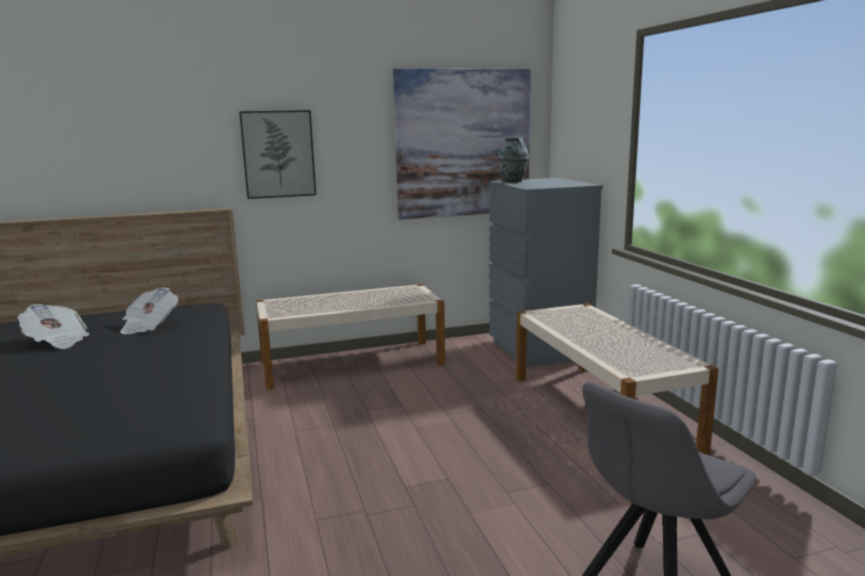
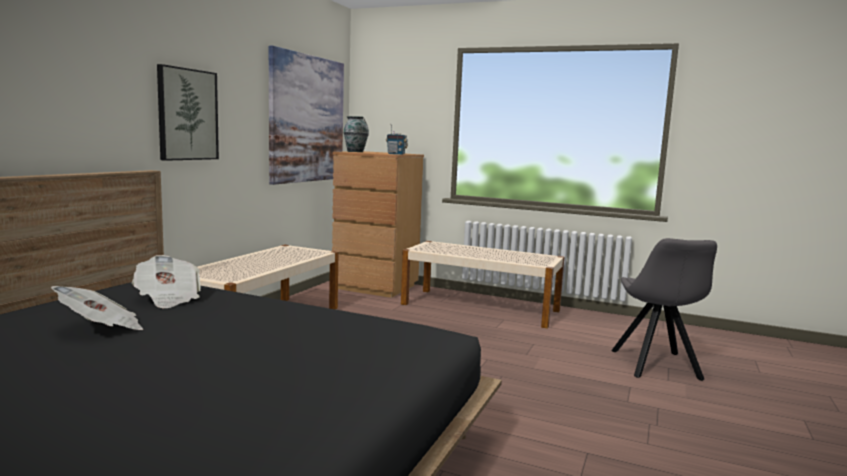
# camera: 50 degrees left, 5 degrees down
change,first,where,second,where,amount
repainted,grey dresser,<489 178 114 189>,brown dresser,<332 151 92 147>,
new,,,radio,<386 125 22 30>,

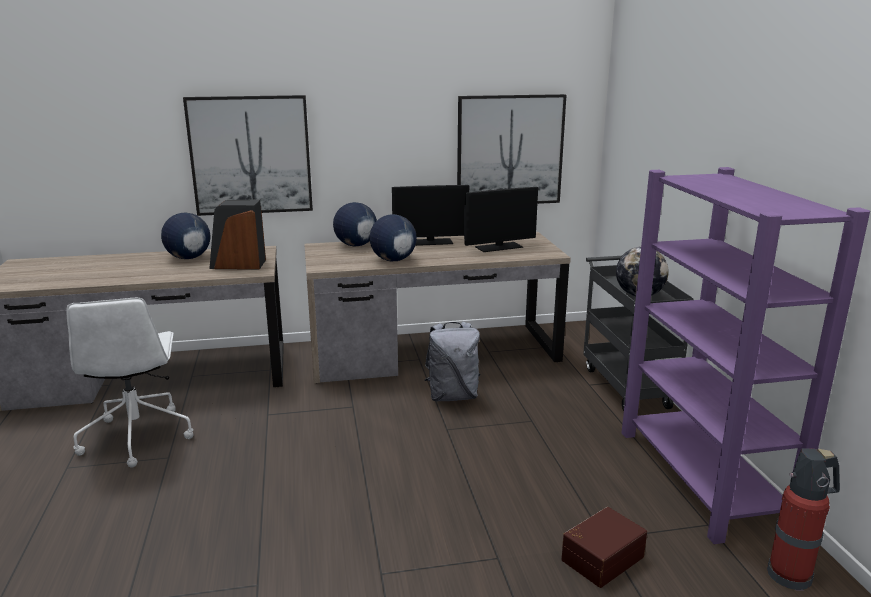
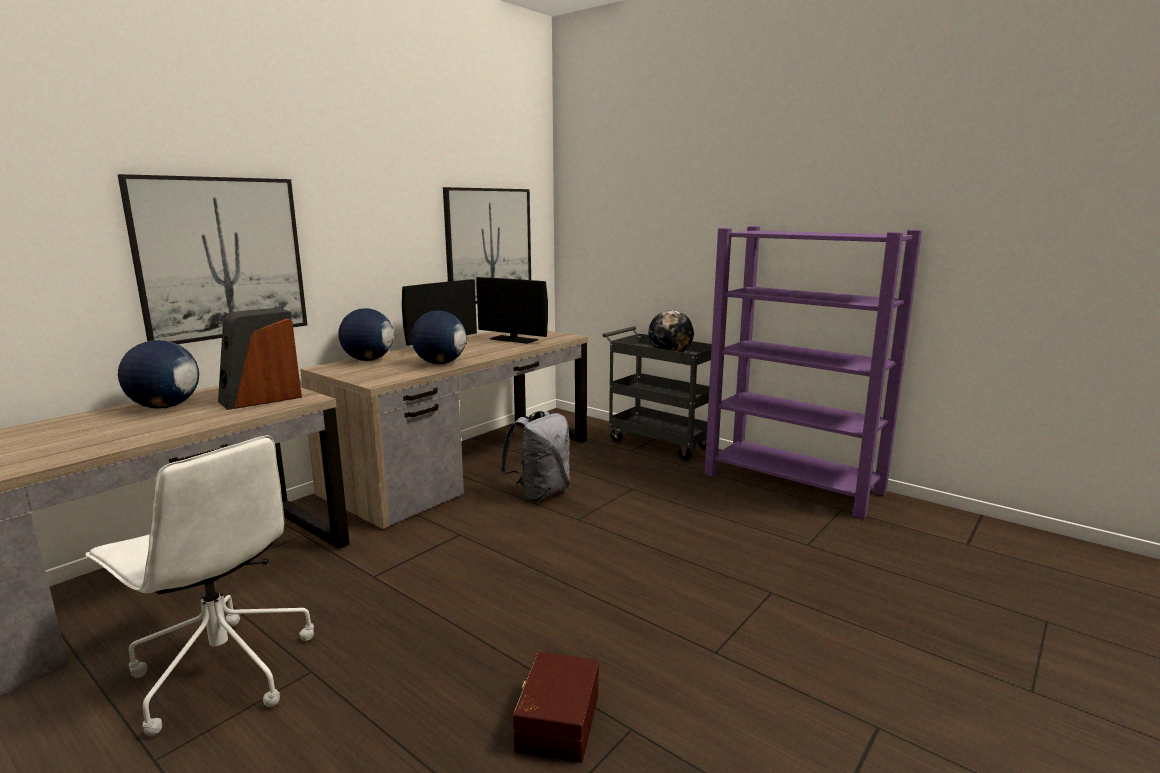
# camera: 40 degrees left, 5 degrees down
change,first,where,second,where,amount
rotated,monitor,<464 187 74 65>,,<476 277 72 67>,90 degrees clockwise
shifted,brown storage box,<561 507 86 81>,,<513 652 86 111>,
gone,fire extinguisher,<767 448 73 143>,,,

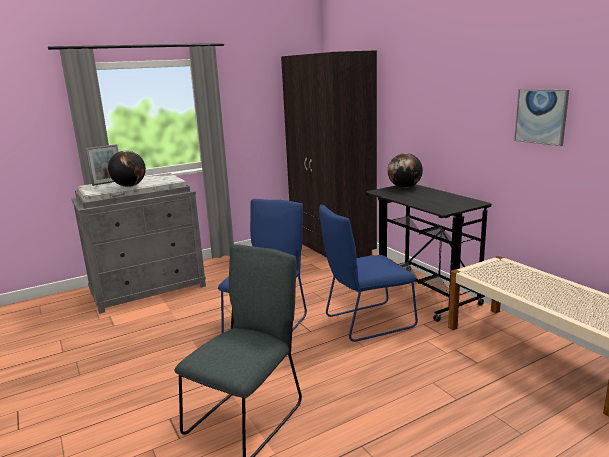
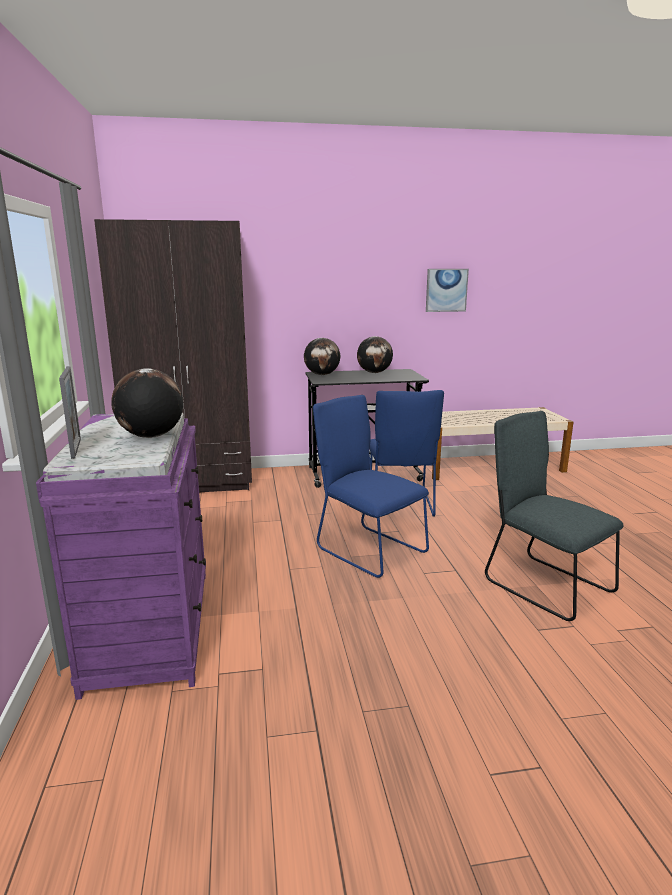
# camera: 70 degrees left, 0 degrees up
change,first,where,second,where,amount
repainted,grey dresser,<72 173 134 141>,purple dresser,<36 412 170 288>,
new,,,globe,<357 336 36 37>,

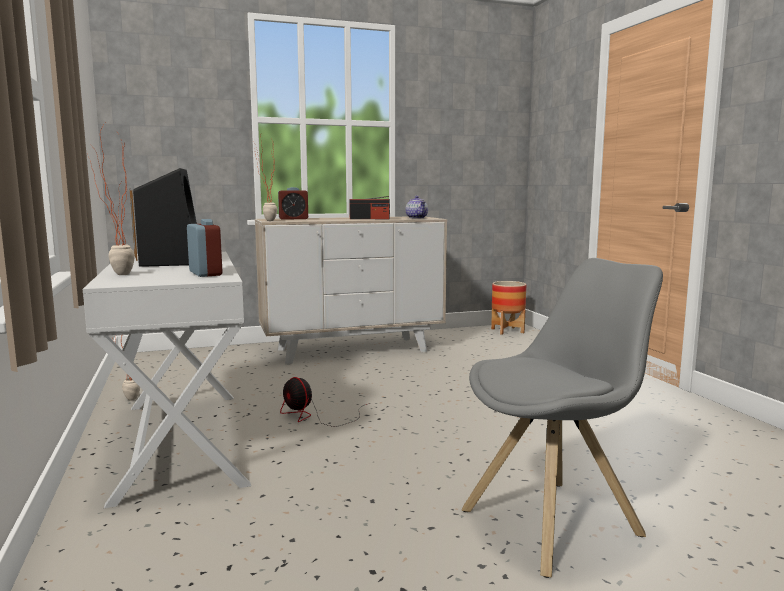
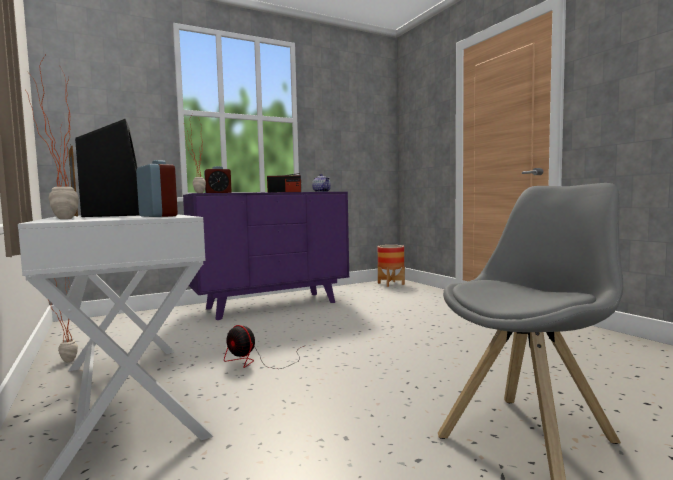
# camera: 10 degrees left, 5 degrees down
change,first,where,second,where,amount
repainted,white dresser,<255 217 192 148>,purple dresser,<183 192 166 128>,

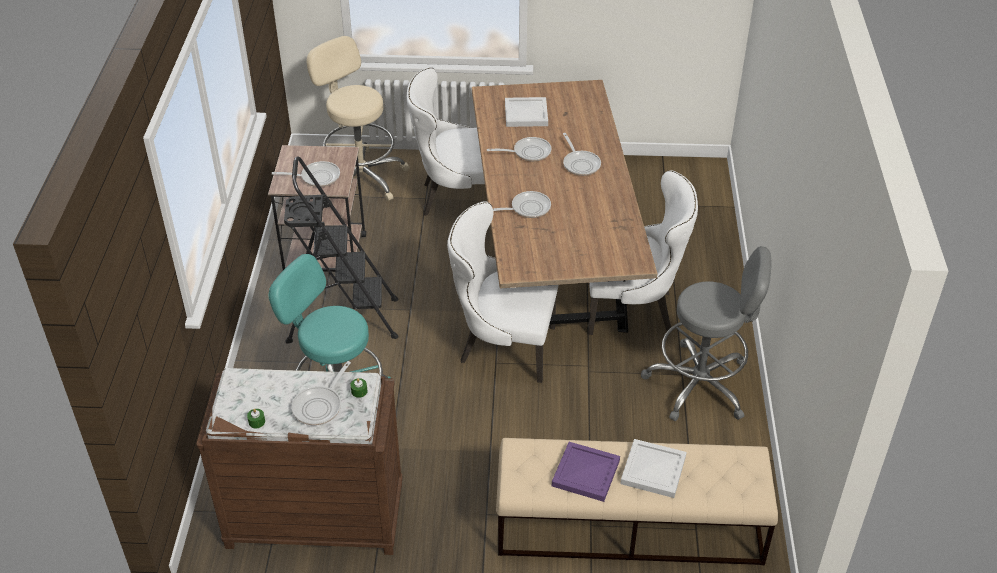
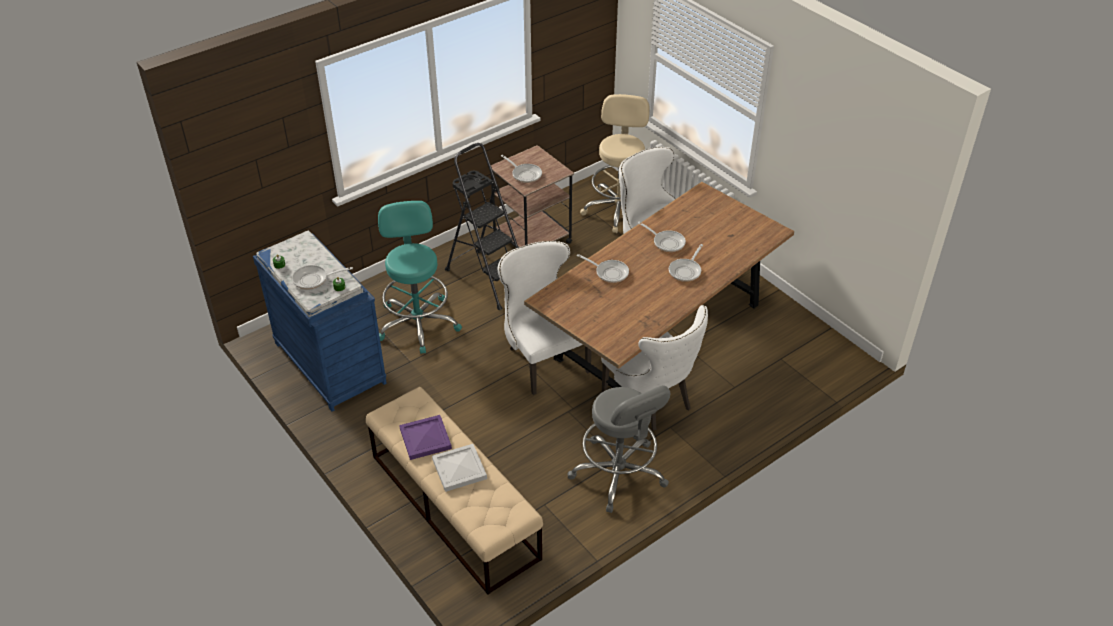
# camera: 50 degrees right, 0 degrees up
change,first,where,second,where,amount
repainted,brown dresser,<197 368 206 187>,blue dresser,<253 231 134 181>,
gone,white tray,<505 97 43 30>,,,

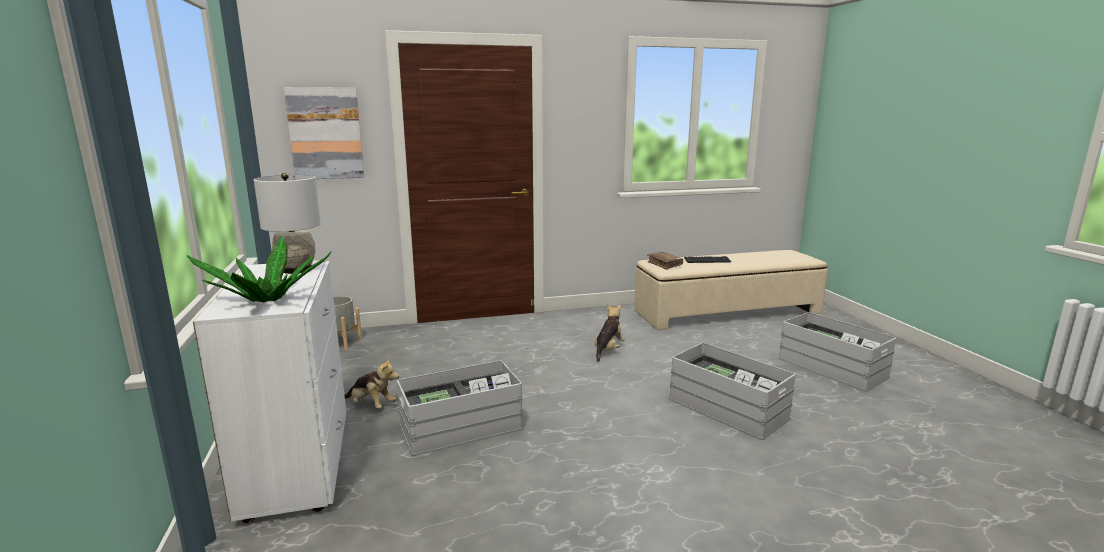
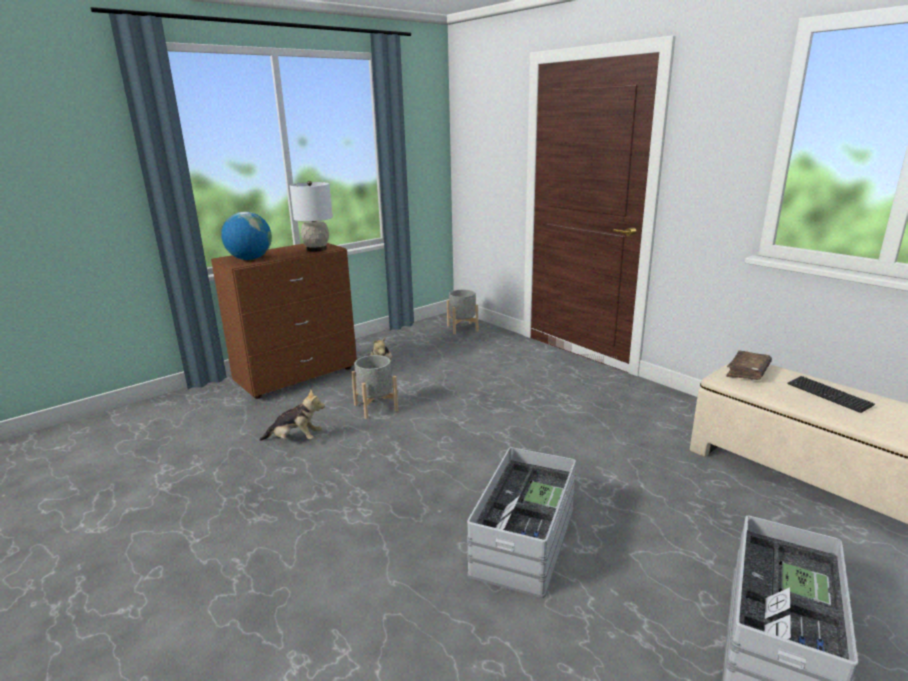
# camera: 65 degrees right, 5 degrees up
change,first,where,second,where,amount
swapped,potted plant,<187 237 145 65>,globe,<221 212 51 48>,
repainted,white dresser,<193 260 153 263>,brown dresser,<211 243 146 156>,
gone,picture,<284 87 80 92>,,,
swapped,grey storage box,<397 360 126 96>,grey planter,<351 355 47 64>,
shifted,plush toy,<595 305 30 57>,,<259 389 66 52>,

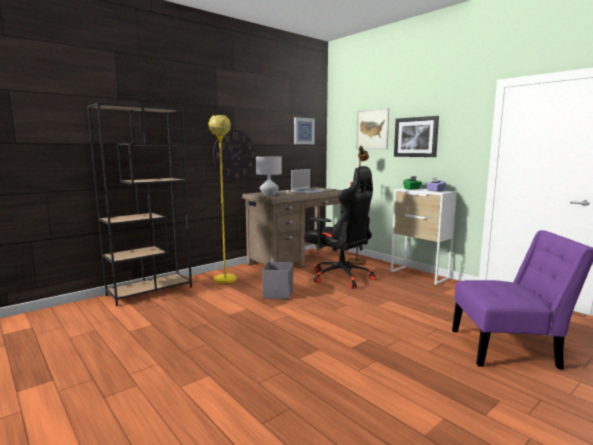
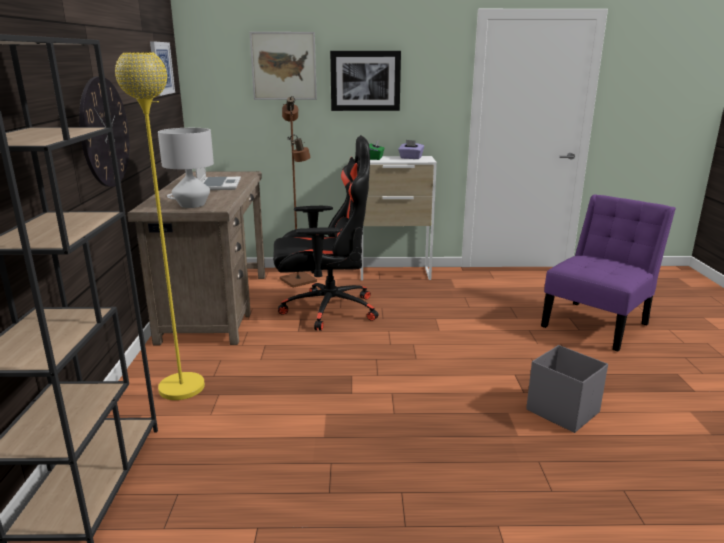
# camera: 50 degrees left, 10 degrees up
change,first,where,second,where,amount
shifted,grey storage box,<262 262 32 38>,,<526 345 82 88>,

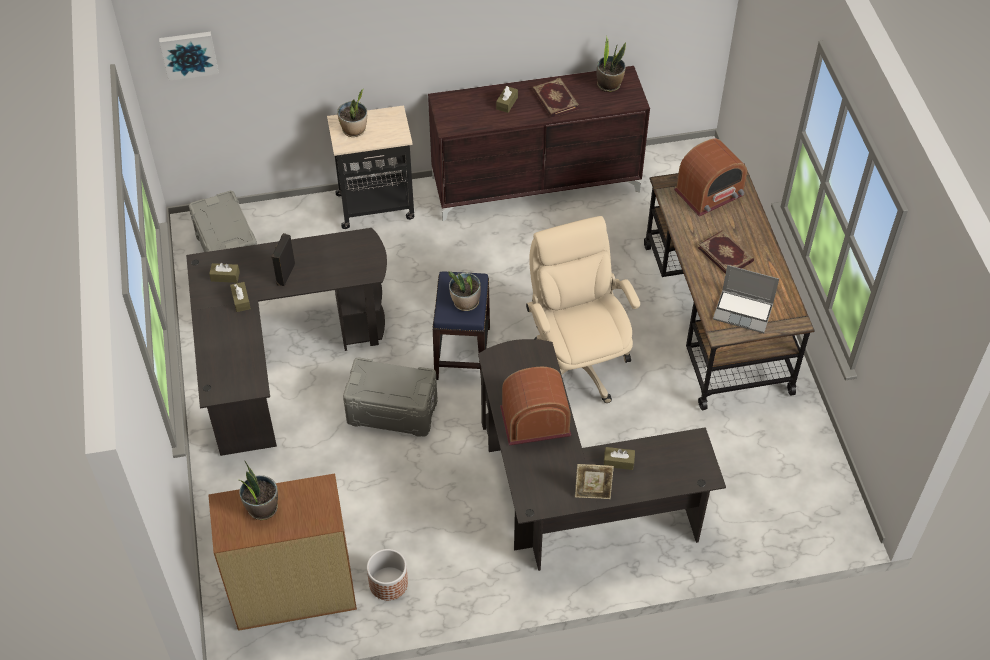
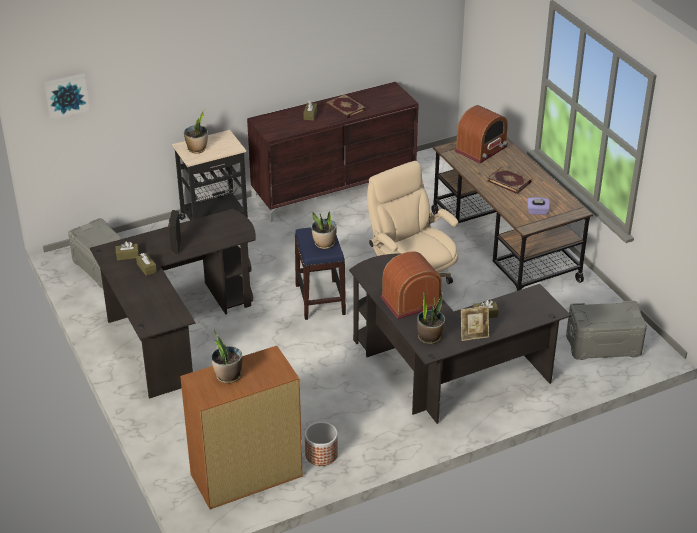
# camera: 15 degrees left, 15 degrees down
change,first,where,second,where,amount
shifted,grey storage box,<343 357 94 80>,,<566 301 81 59>,
shifted,potted plant,<597 36 29 56>,,<417 292 28 52>,
swapped,laptop,<713 265 66 68>,purple tissue box,<527 197 23 18>,

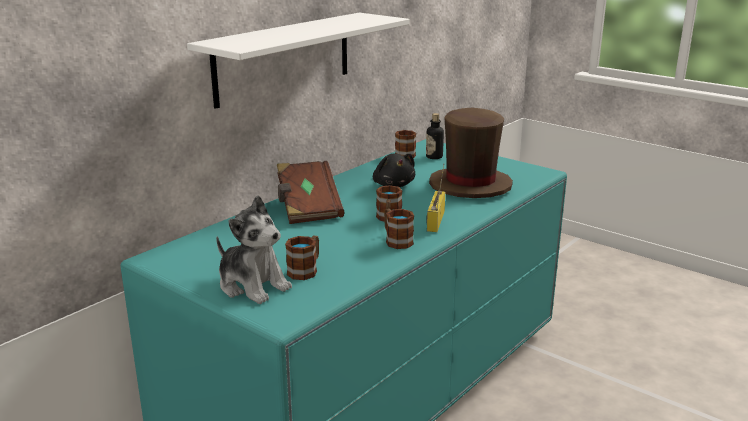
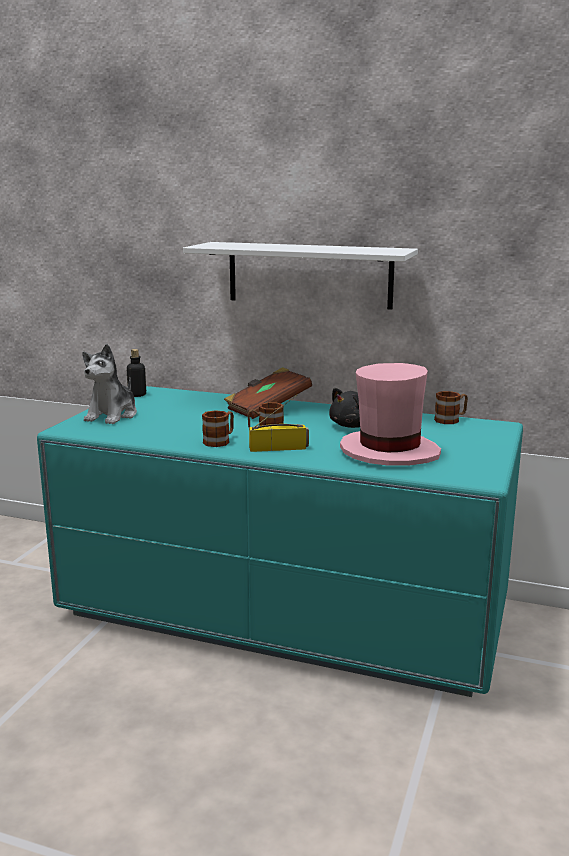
# camera: 70 degrees right, 5 degrees down
change,first,where,second,where,amount
gone,mug,<285 236 34 44>,,,
shifted,bottle,<426 113 18 46>,,<127 349 19 48>,
repainted,brown hat,<429 107 84 91>,pink hat,<340 363 101 103>,

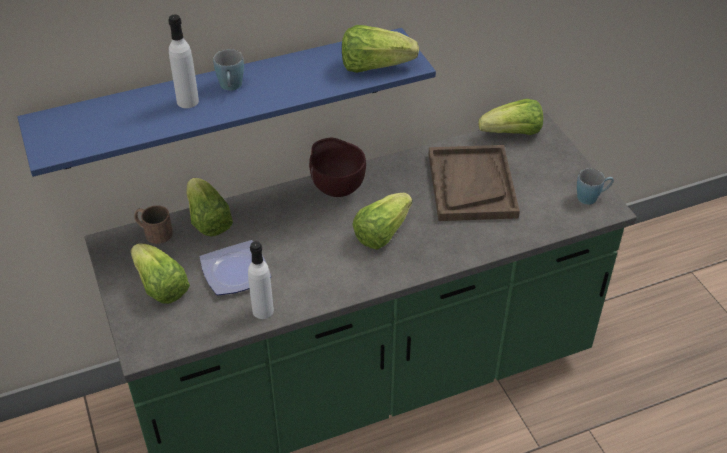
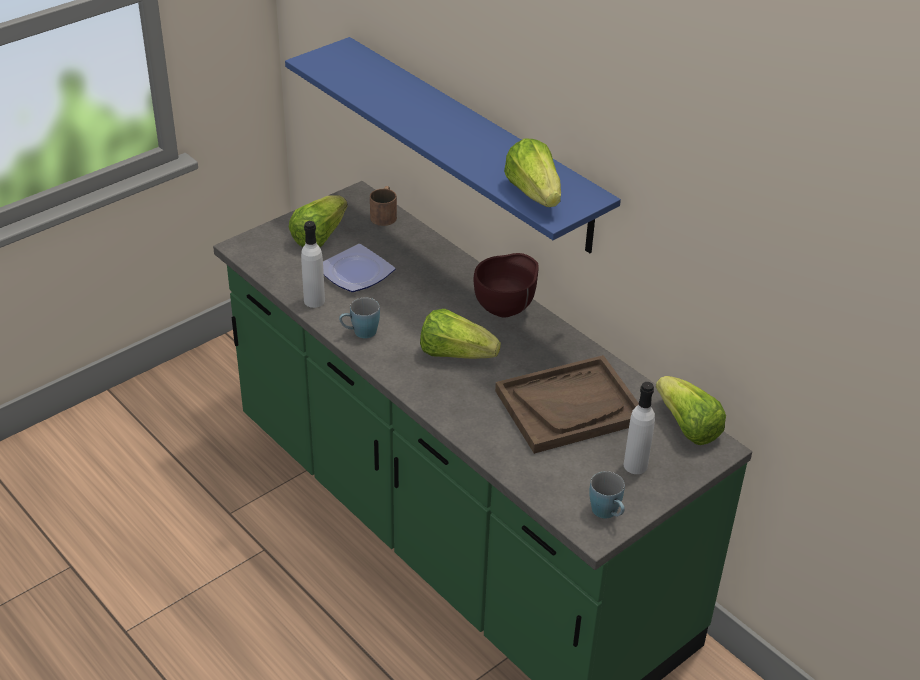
# camera: 70 degrees right, 5 degrees down
change,first,where,second,where,amount
shifted,white bottle,<168 15 31 93>,,<624 382 31 92>,
gone,lettuce,<186 178 47 58>,,,
shifted,blue mug,<213 49 31 41>,,<339 298 41 40>,

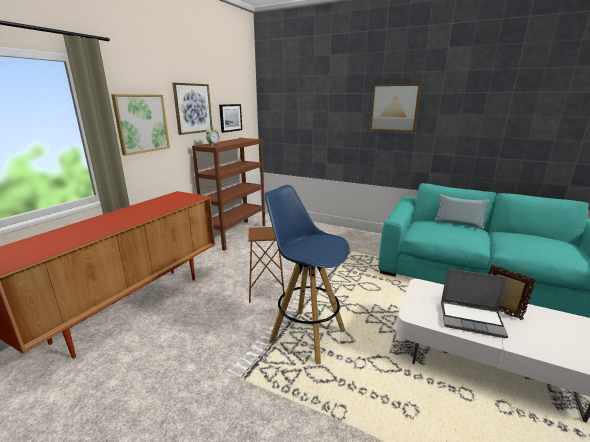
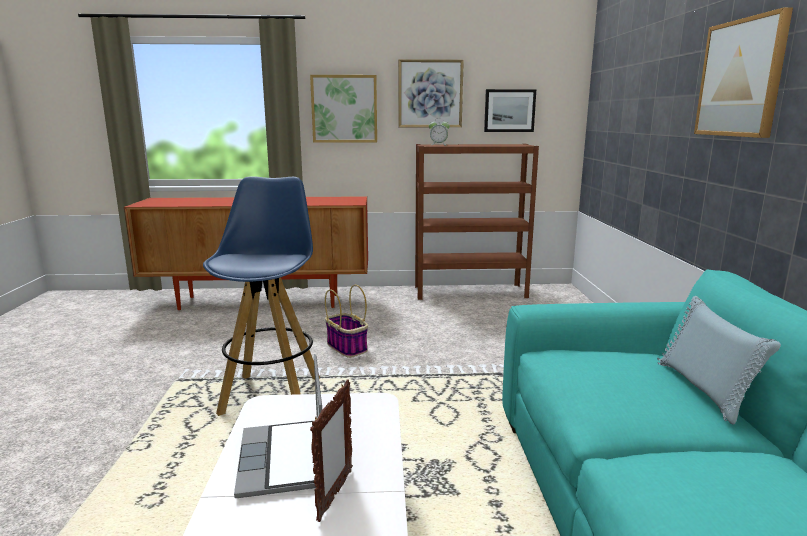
# camera: 60 degrees right, 5 degrees down
change,first,where,second,where,amount
swapped,brown stool,<248 227 37 76>,basket,<325 285 43 73>,

